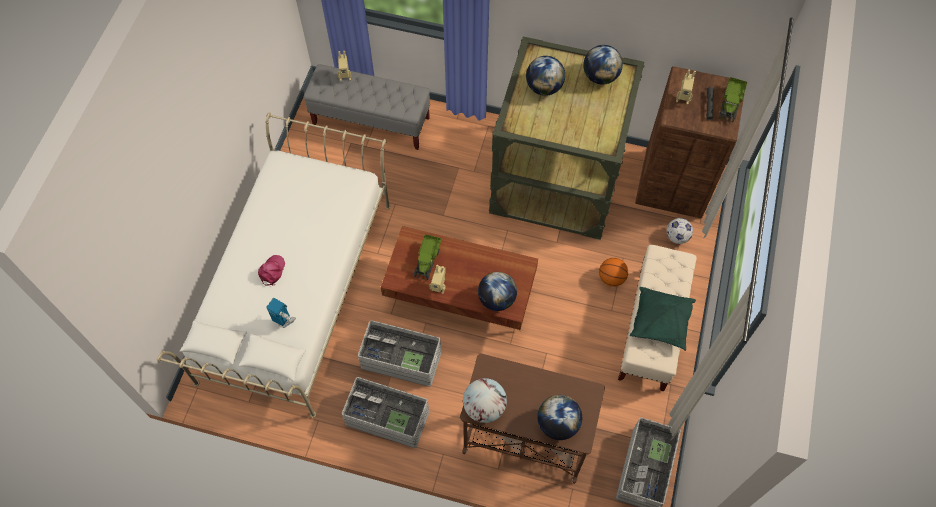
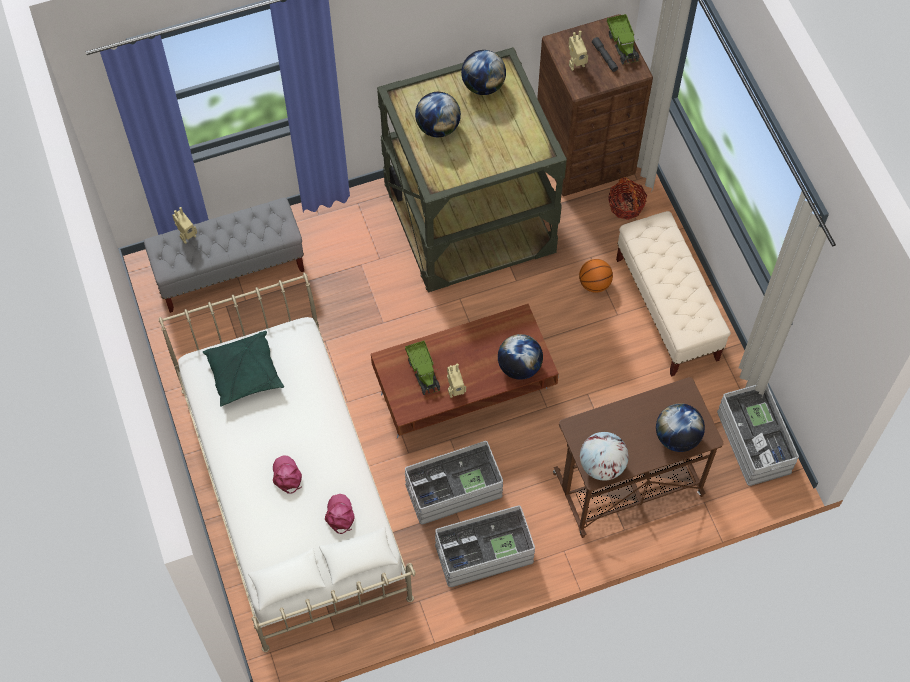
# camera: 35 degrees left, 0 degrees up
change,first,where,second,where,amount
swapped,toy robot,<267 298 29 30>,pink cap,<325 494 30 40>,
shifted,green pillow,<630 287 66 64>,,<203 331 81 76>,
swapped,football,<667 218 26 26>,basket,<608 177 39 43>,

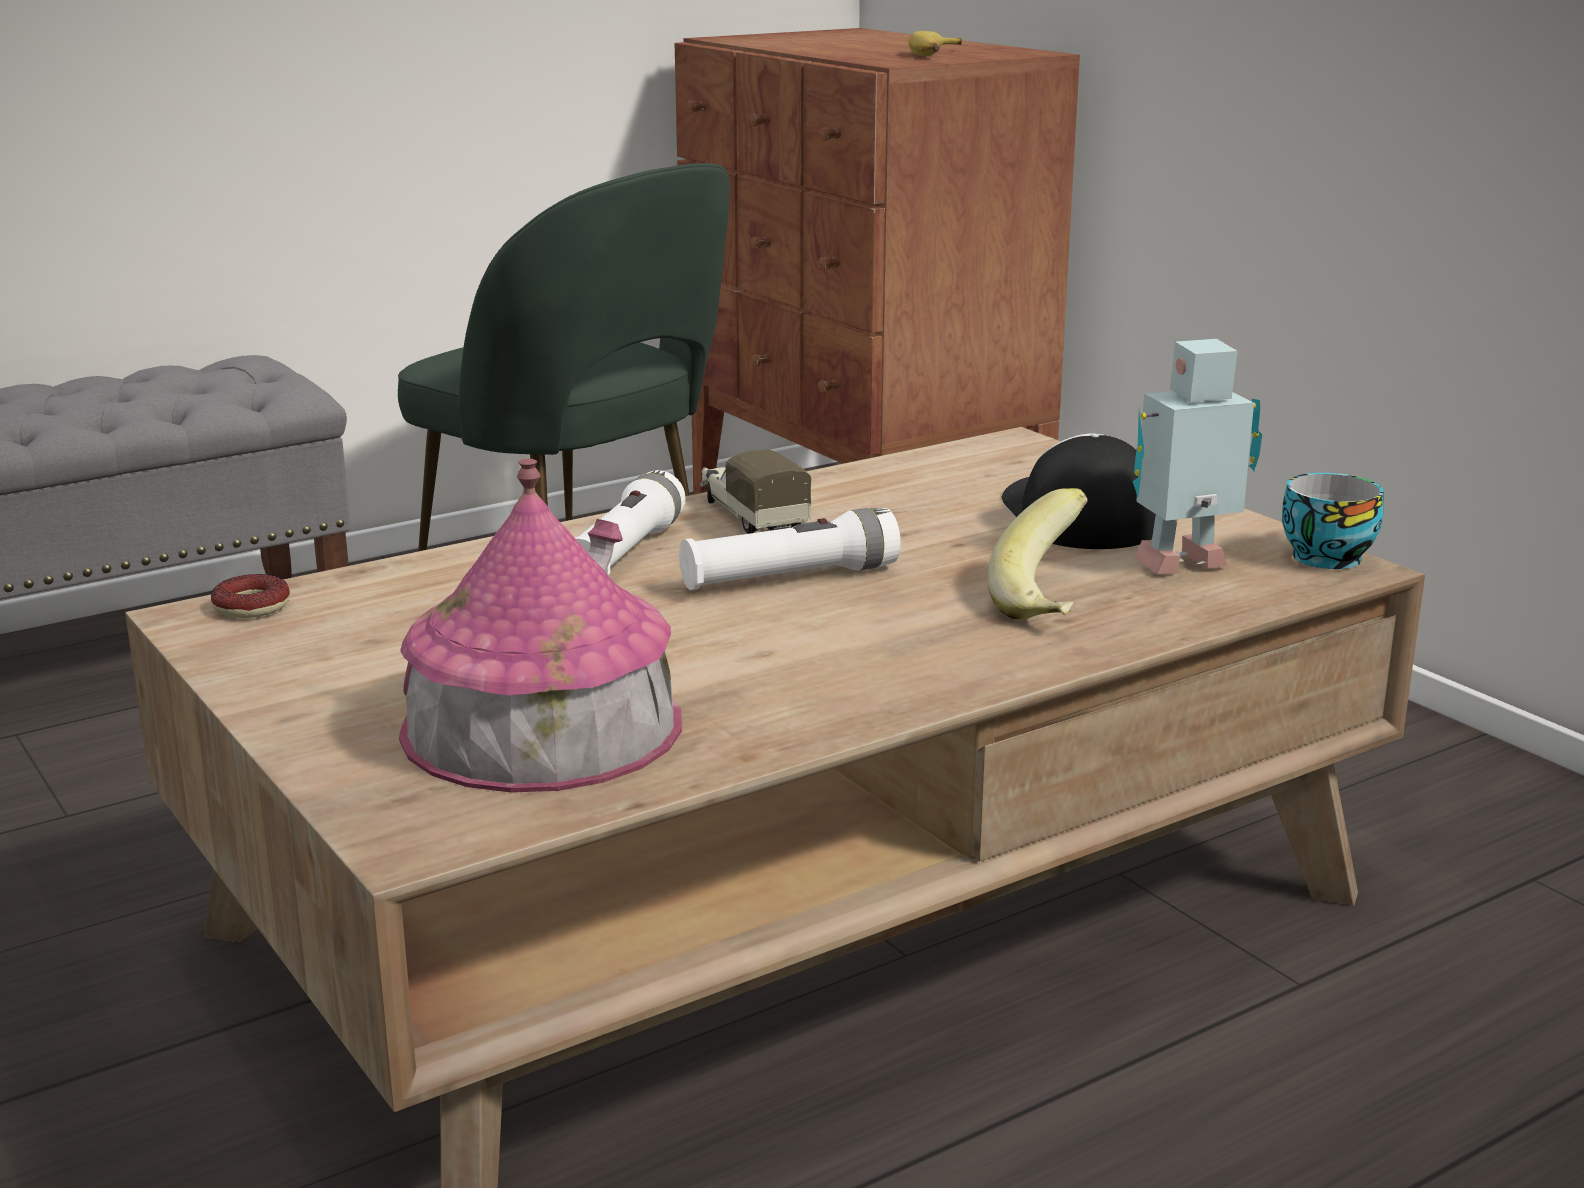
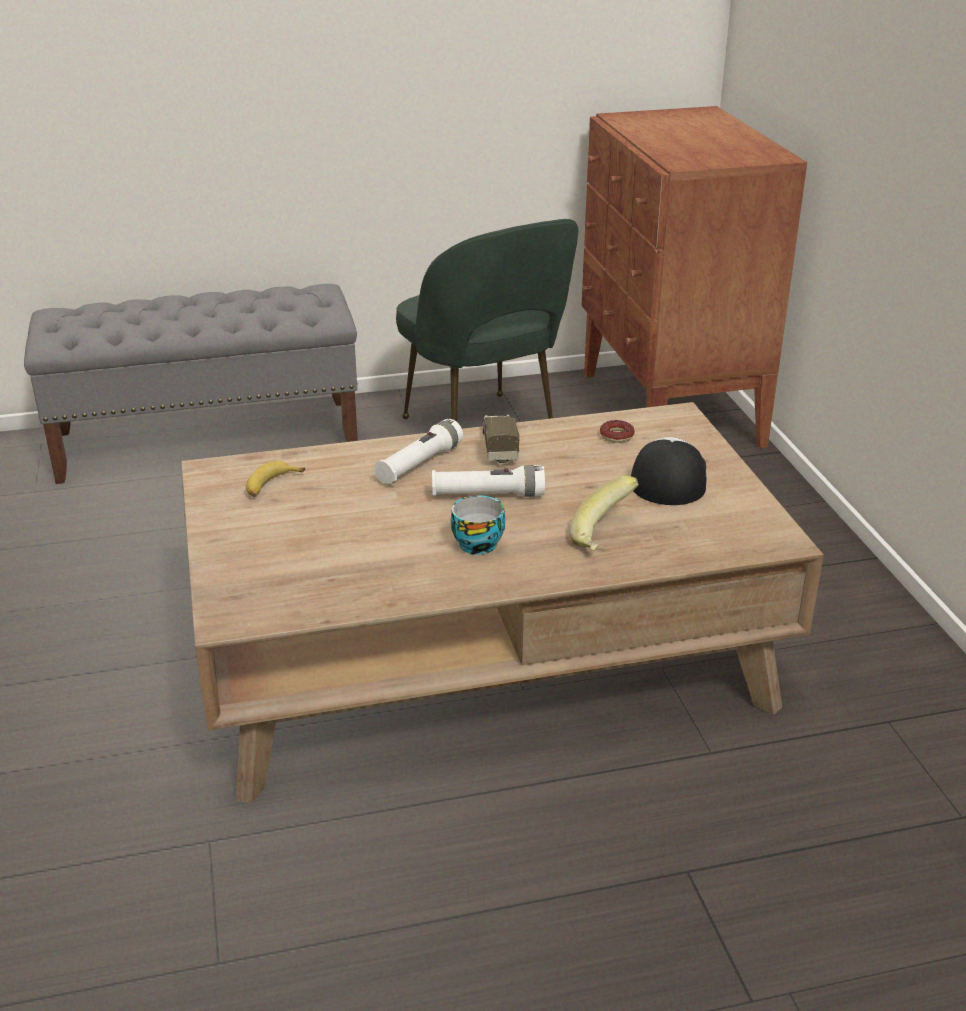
# camera: 20 degrees right, 10 degrees up
change,first,where,second,where,amount
shifted,donut,<211 574 79 44>,,<600 420 35 23>,
gone,toy house,<399 459 283 333>,,,
shifted,banana,<908 31 54 25>,,<246 461 59 36>,
gone,toy robot,<1133 339 129 235>,,,
shifted,cup,<1282 473 101 96>,,<451 495 54 60>,

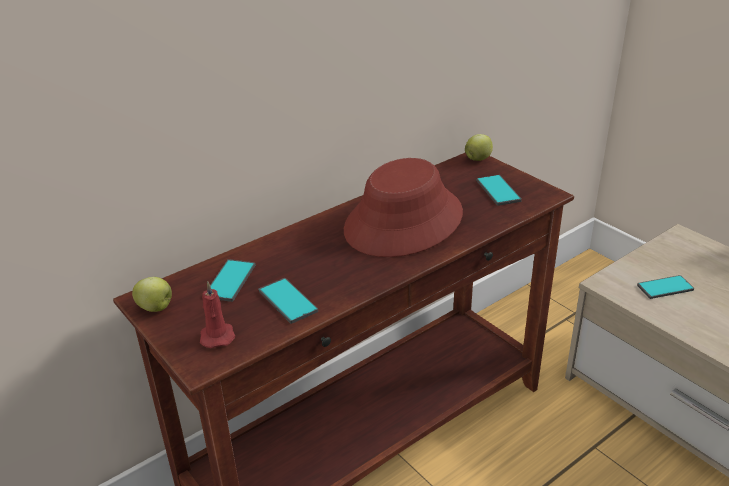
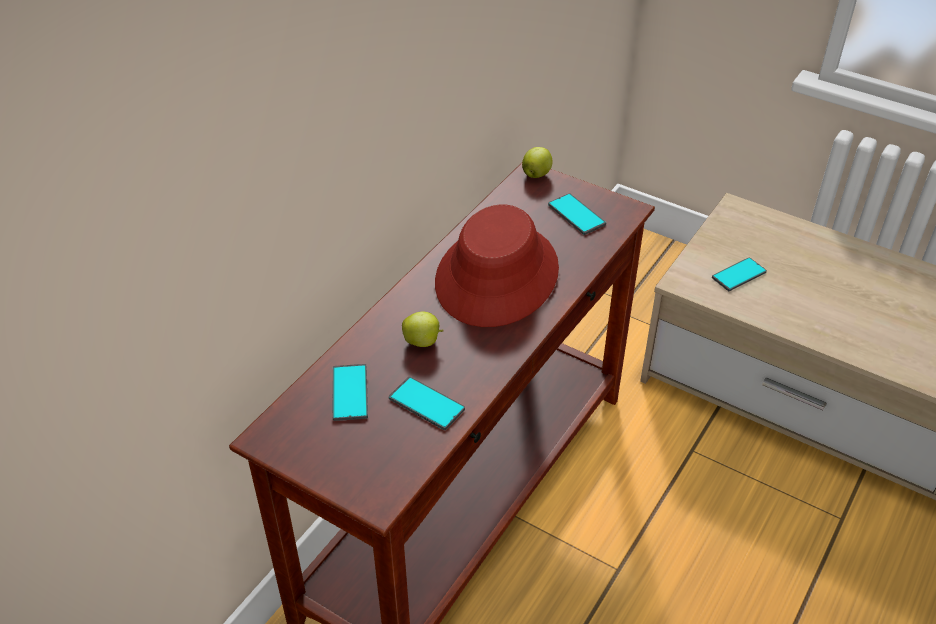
# camera: 20 degrees left, 10 degrees up
change,first,where,second,where,amount
shifted,apple,<132 277 40 35>,,<402 311 42 36>,
gone,red candle,<200 282 35 66>,,,

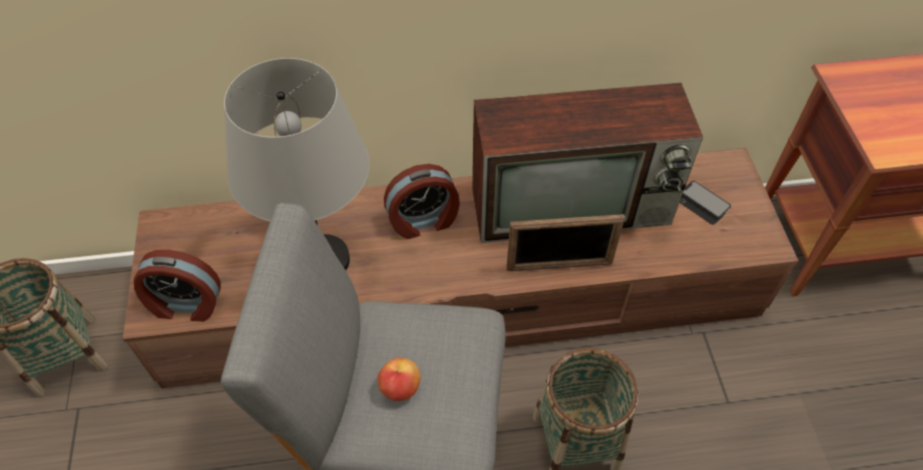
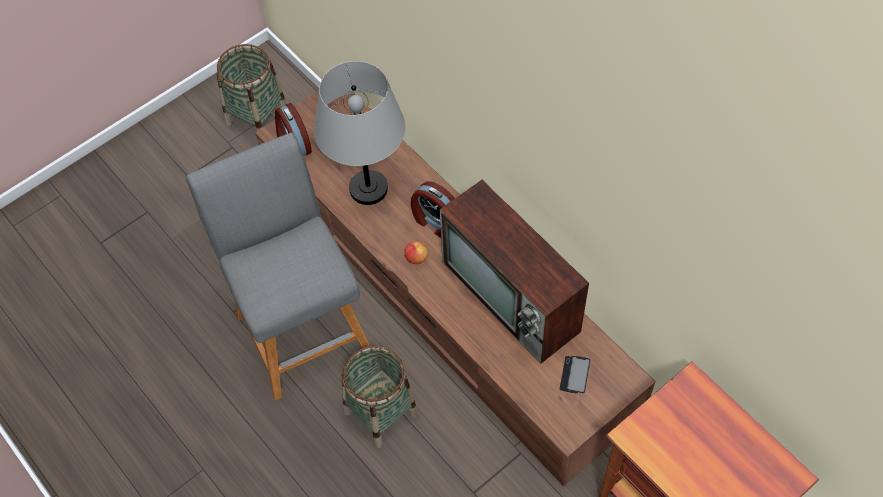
# camera: 60 degrees right, 5 degrees up
change,first,where,second,where,amount
shifted,apple,<378 358 43 43>,,<404 241 24 23>,
gone,picture frame,<506 214 119 57>,,,

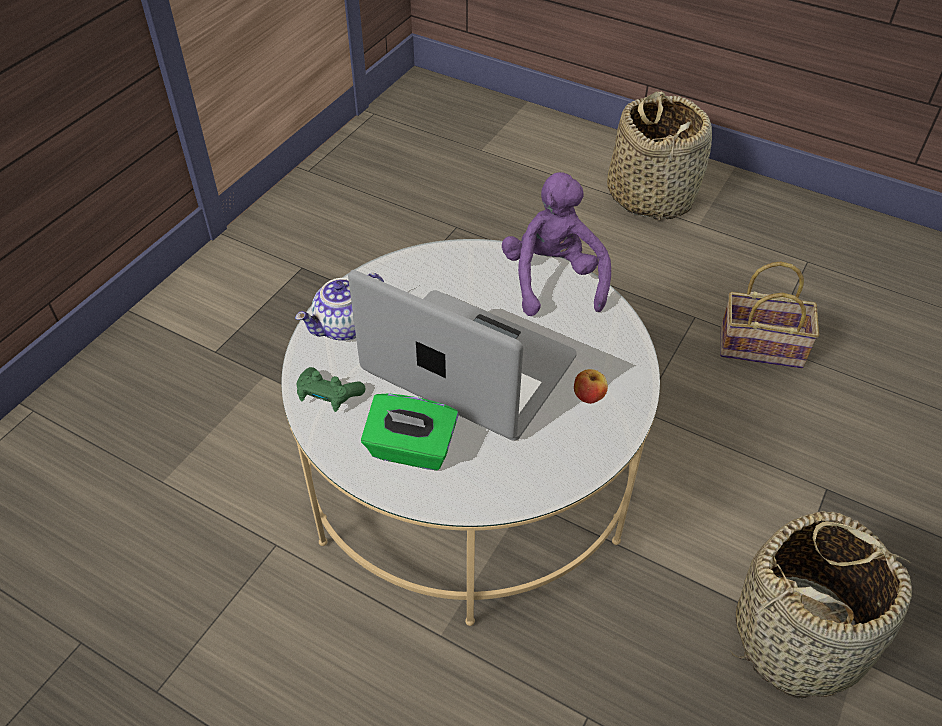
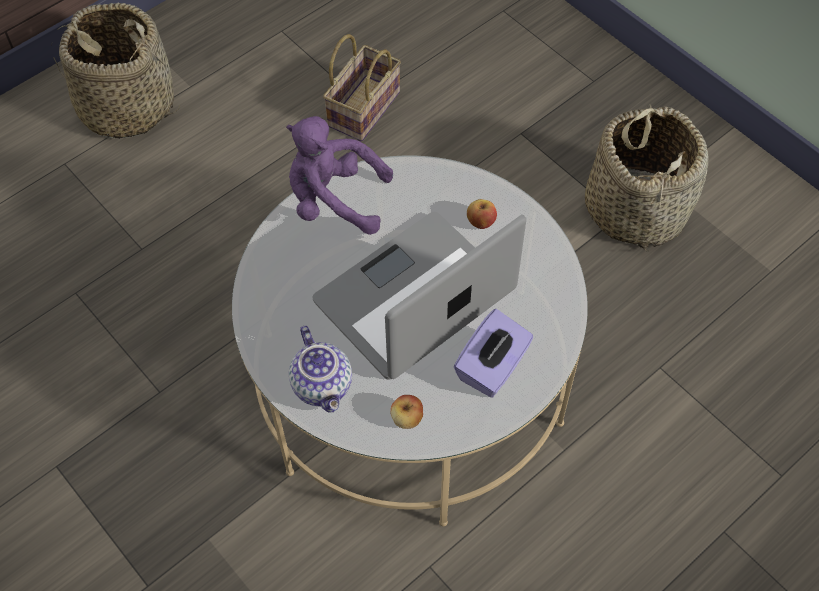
# camera: 70 degrees left, 10 degrees up
change,first,where,second,where,amount
swapped,green game controller,<297 367 68 45>,apple,<390 395 33 34>,
repainted,green tissue box,<361 393 97 77>,purple tissue box,<454 309 79 88>,

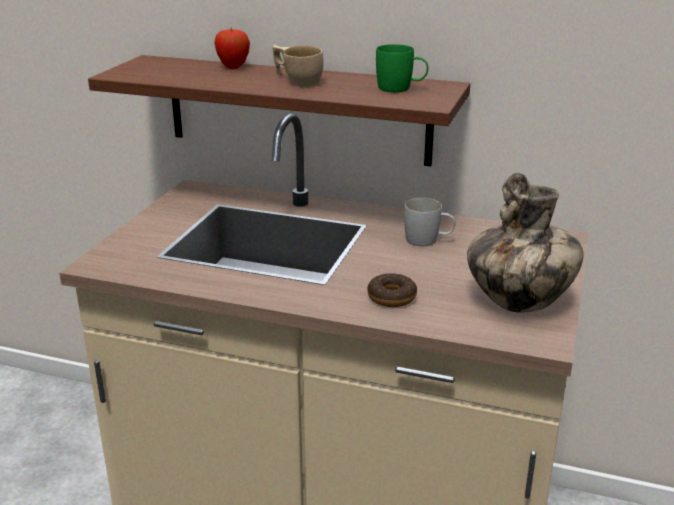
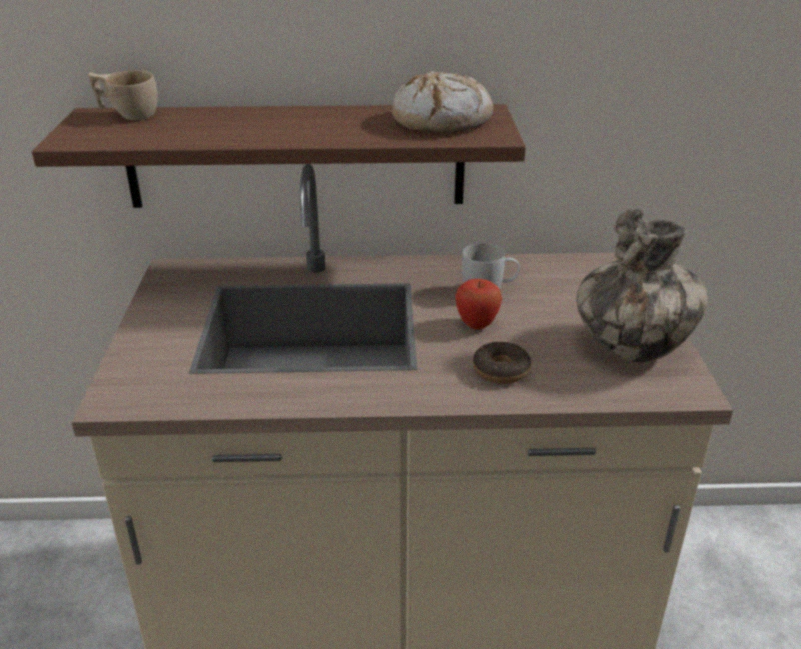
# camera: 20 degrees left, 5 degrees up
change,first,where,second,where,amount
shifted,apple,<214 29 36 40>,,<455 279 47 51>,
shifted,beige cup,<273 45 51 41>,,<88 70 70 50>,
swapped,green mug,<376 44 52 48>,bread,<392 71 101 62>,

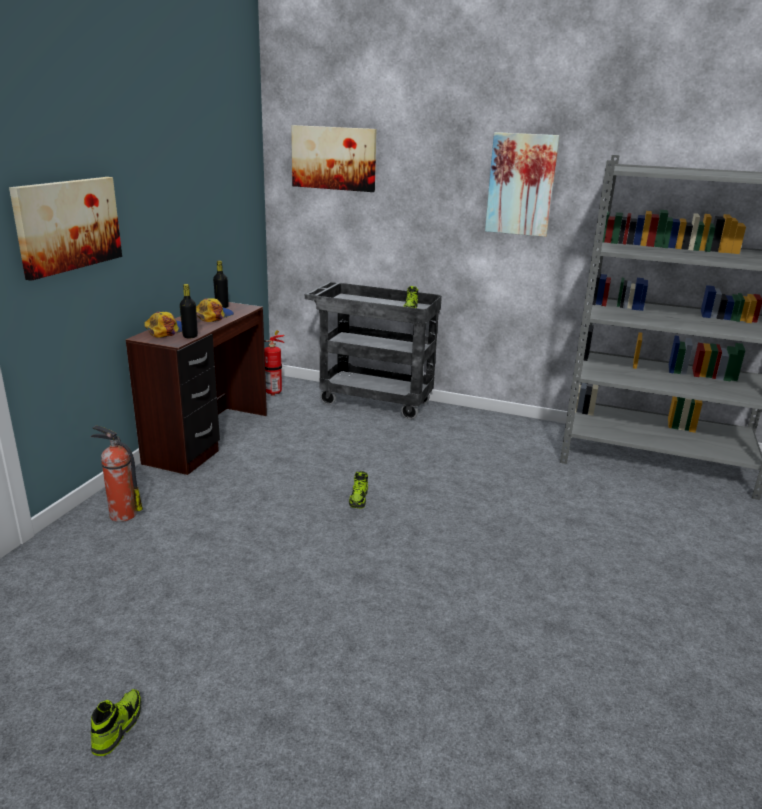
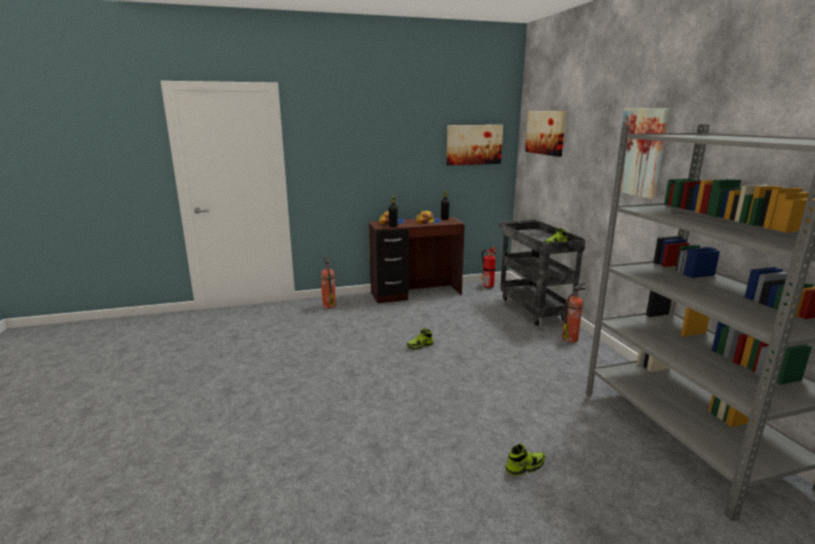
# camera: 55 degrees right, 5 degrees down
change,first,where,second,where,amount
shifted,picture,<9 177 113 104>,,<446 125 57 40>,
shifted,shoe,<91 689 51 67>,,<505 444 40 32>,
new,,,fire extinguisher,<562 282 24 61>,

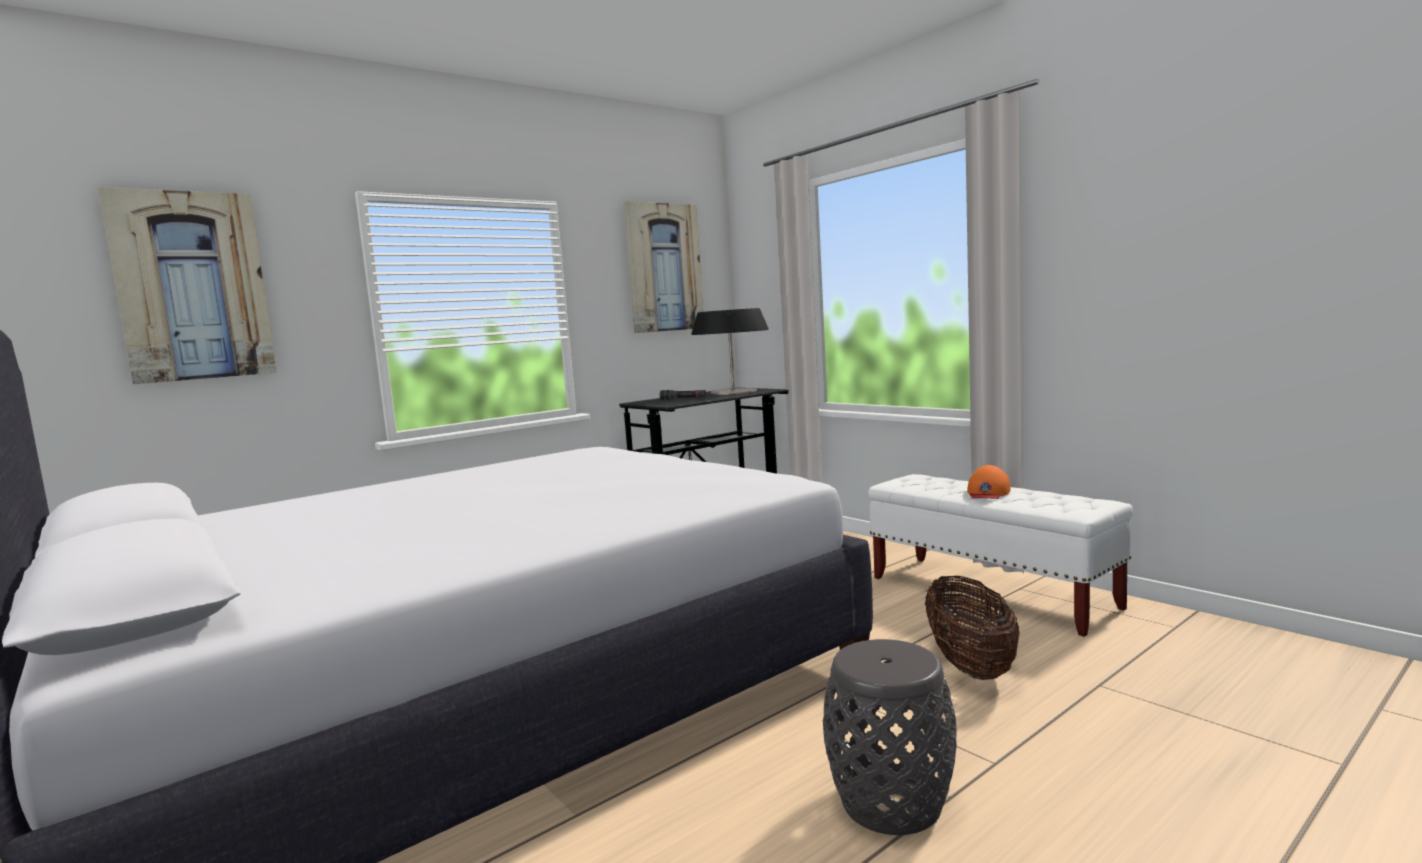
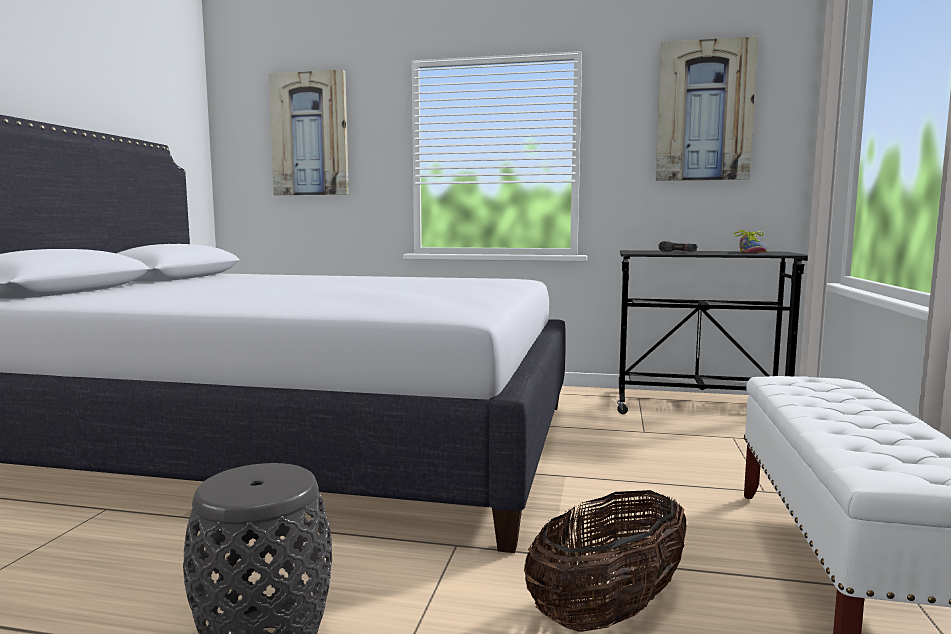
# camera: 50 degrees right, 0 degrees up
change,first,where,second,where,amount
swapped,table lamp,<691 308 78 87>,shoe,<733 230 34 23>,
gone,orange cap,<967 465 43 34>,,,

